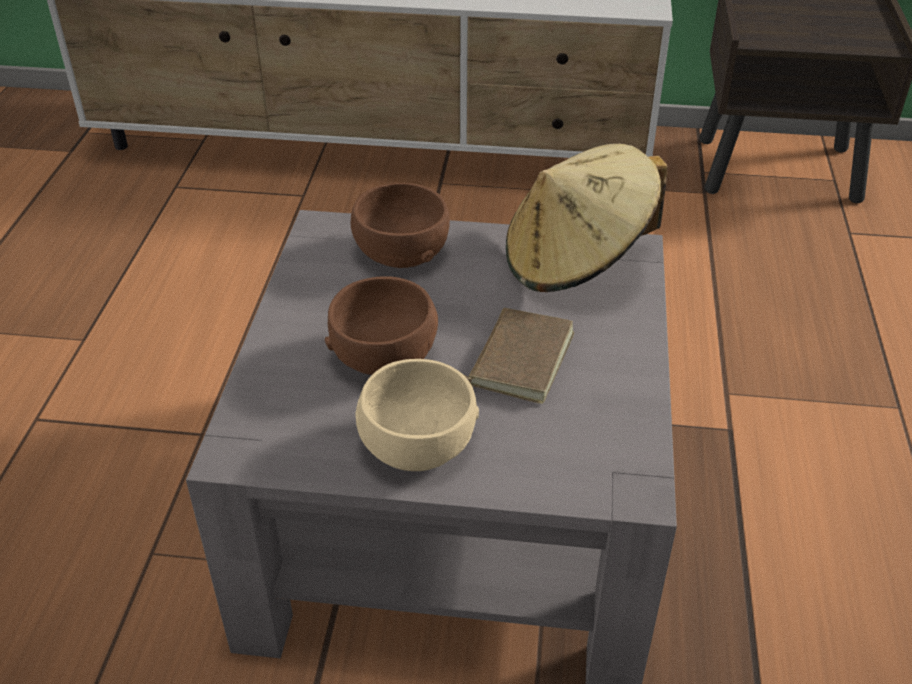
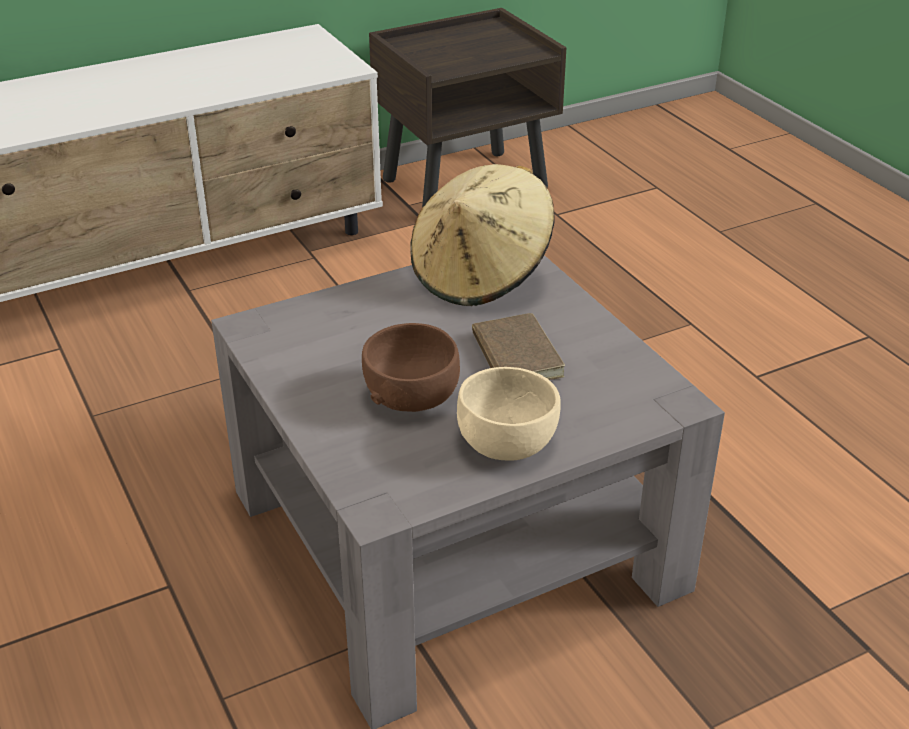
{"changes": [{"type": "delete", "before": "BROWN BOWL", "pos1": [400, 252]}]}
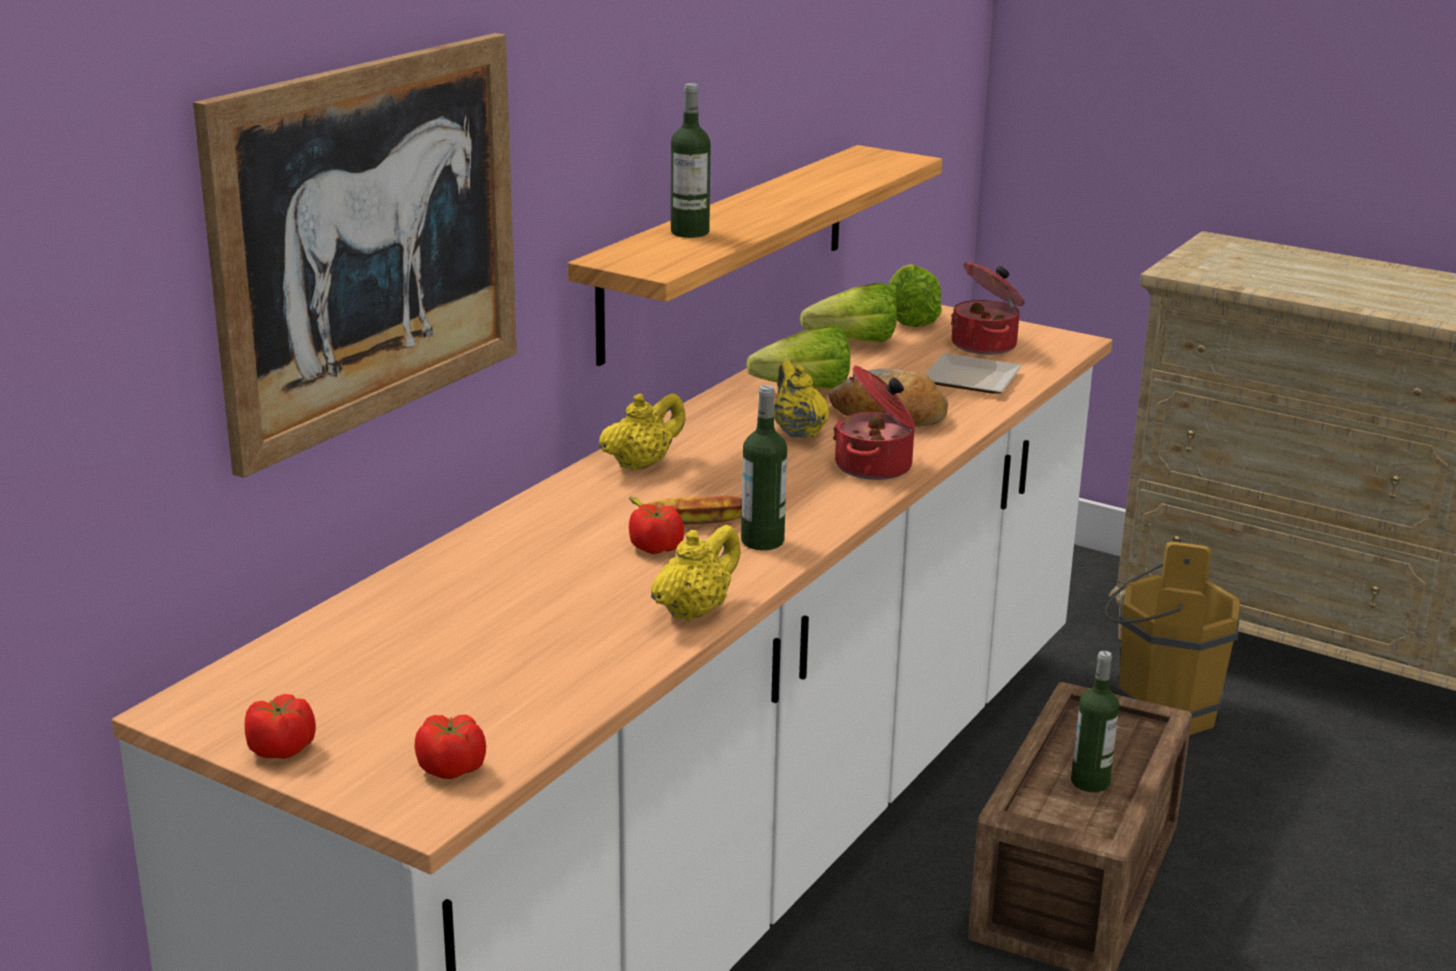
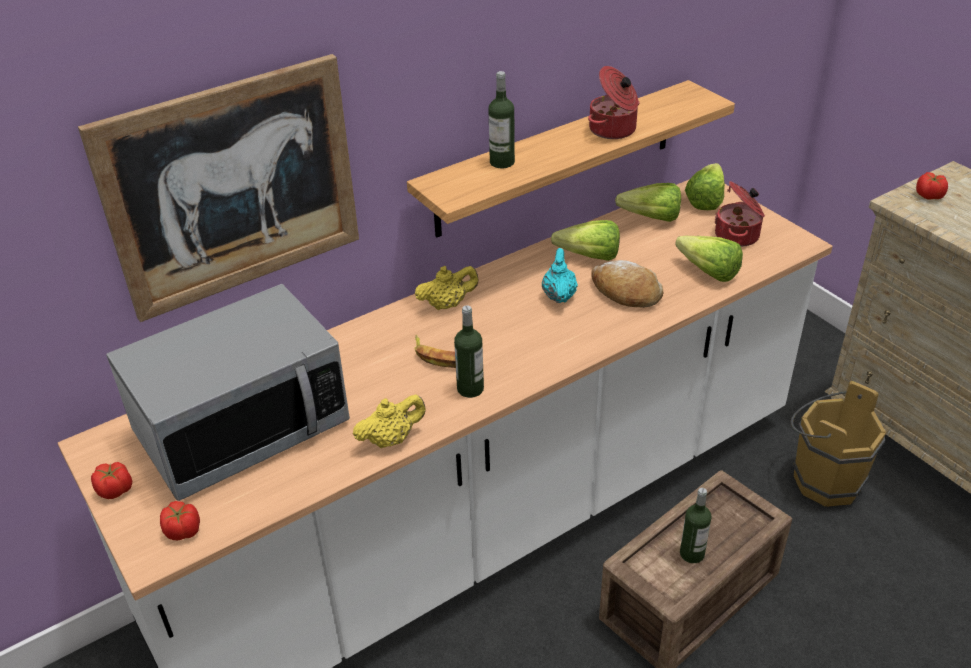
{"changes": [{"type": "replace", "before": "PLATE", "after": "LETTUCE", "pos1": [973, 381], "pos2": [704, 269]}, {"type": "recolor", "before": "YELLOW TEAPOT", "after": "TURQUOISE TEAPOT", "pos1": [798, 432], "pos2": [559, 295]}, {"type": "move", "before": "COOKING POT", "pos1": [875, 467], "pos2": [613, 130]}, {"type": "move", "before": "TOMATO", "pos1": [656, 548], "pos2": [929, 196]}, {"type": "insert", "after": "MICROWAVE", "pos2": [242, 428]}]}
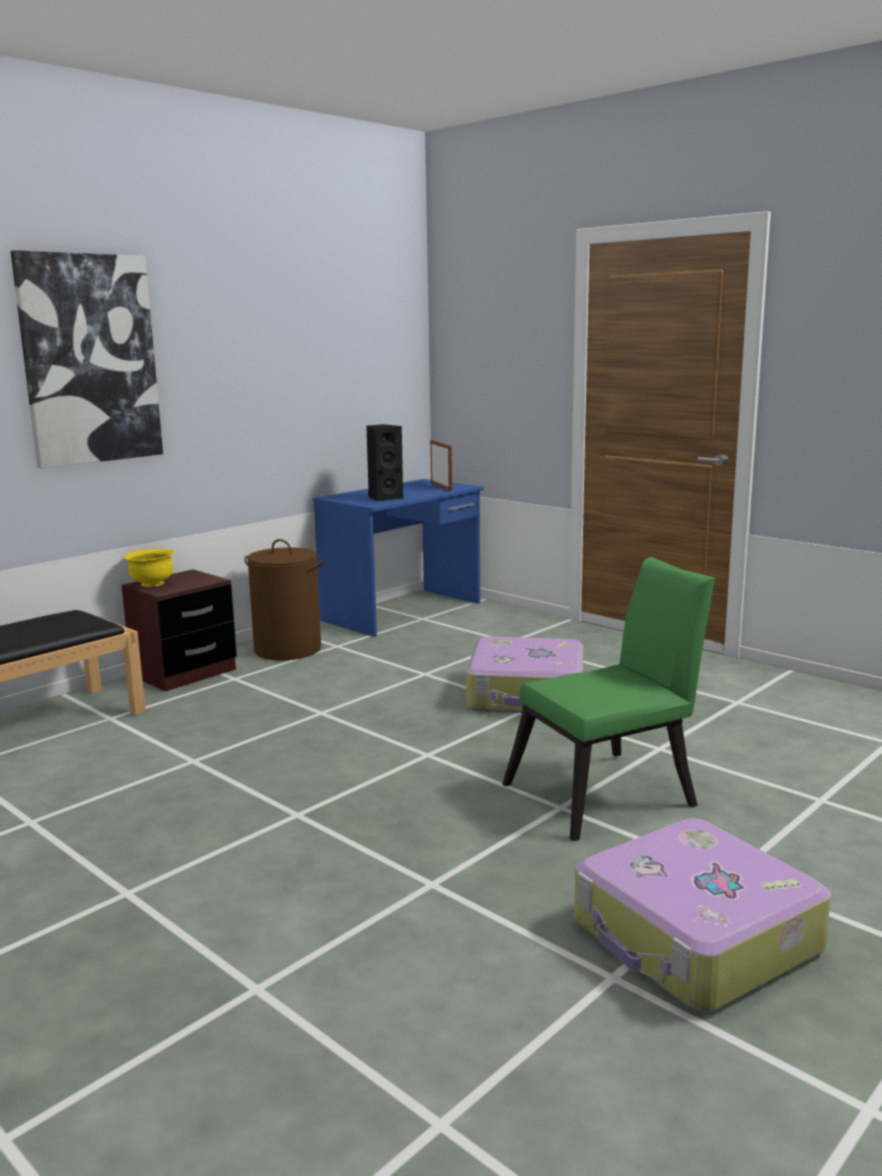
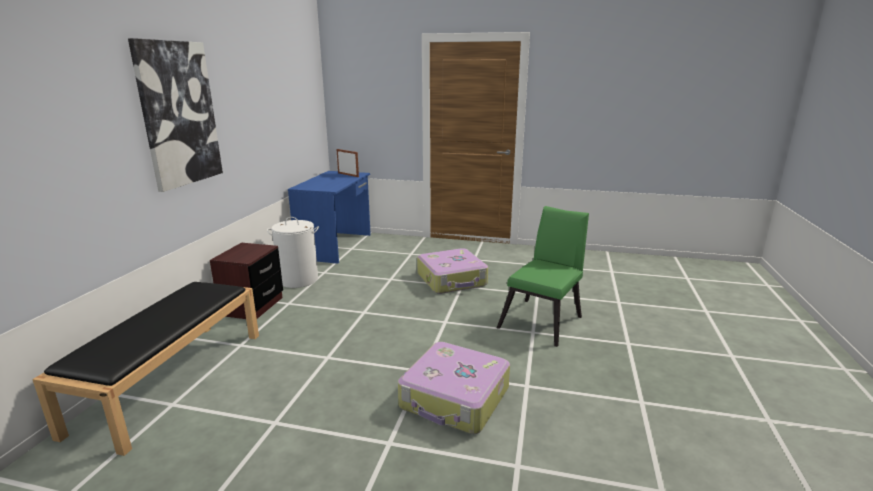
{"changes": [{"type": "delete", "before": "BLACK SPEAKER", "pos1": [384, 498]}, {"type": "recolor", "before": "BROWN LAUNDRY BASKET", "after": "WHITE LAUNDRY BASKET", "pos1": [288, 649], "pos2": [298, 280]}, {"type": "delete", "before": "YELLOW BOWL", "pos1": [152, 584]}, {"type": "move", "before": "SUITCASE", "pos1": [695, 938], "pos2": [455, 399]}]}
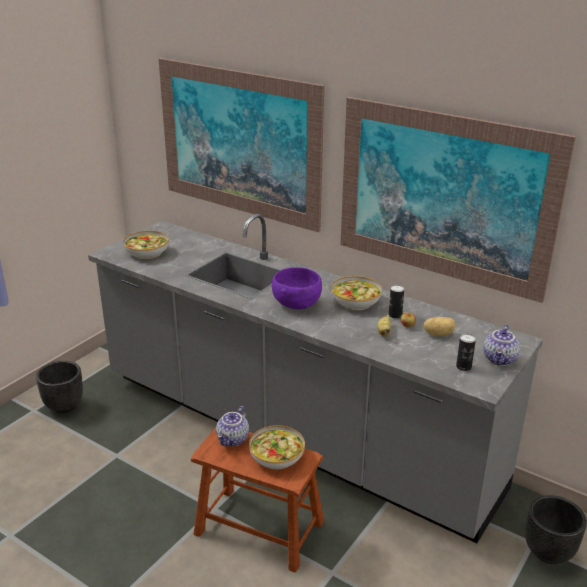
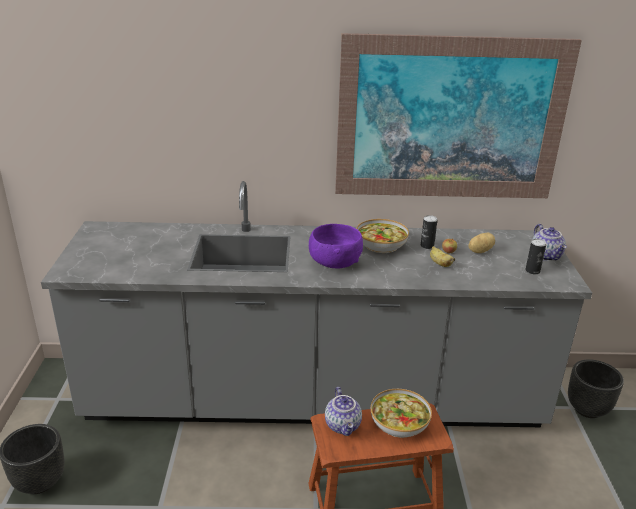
{"changes": [{"type": "delete", "before": "PICTURE", "pos1": [239, 143]}, {"type": "delete", "before": "BOWL", "pos1": [147, 252]}]}
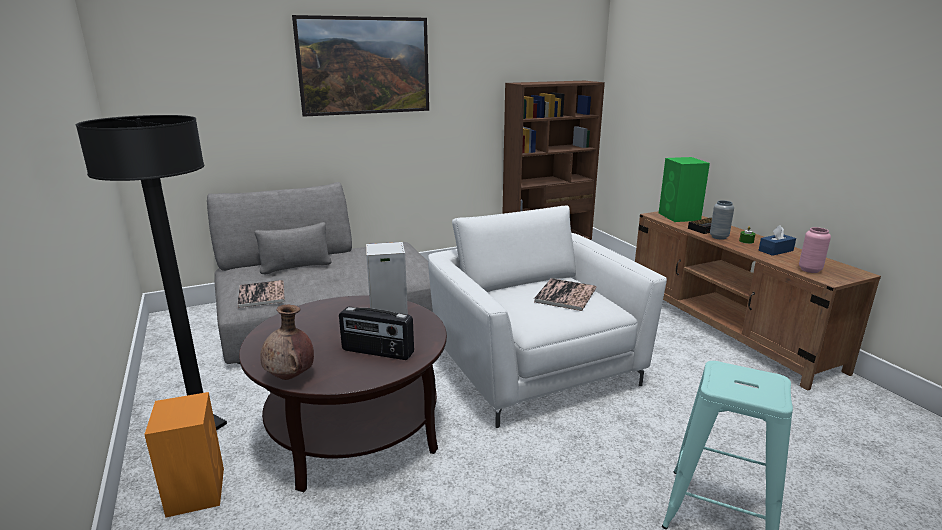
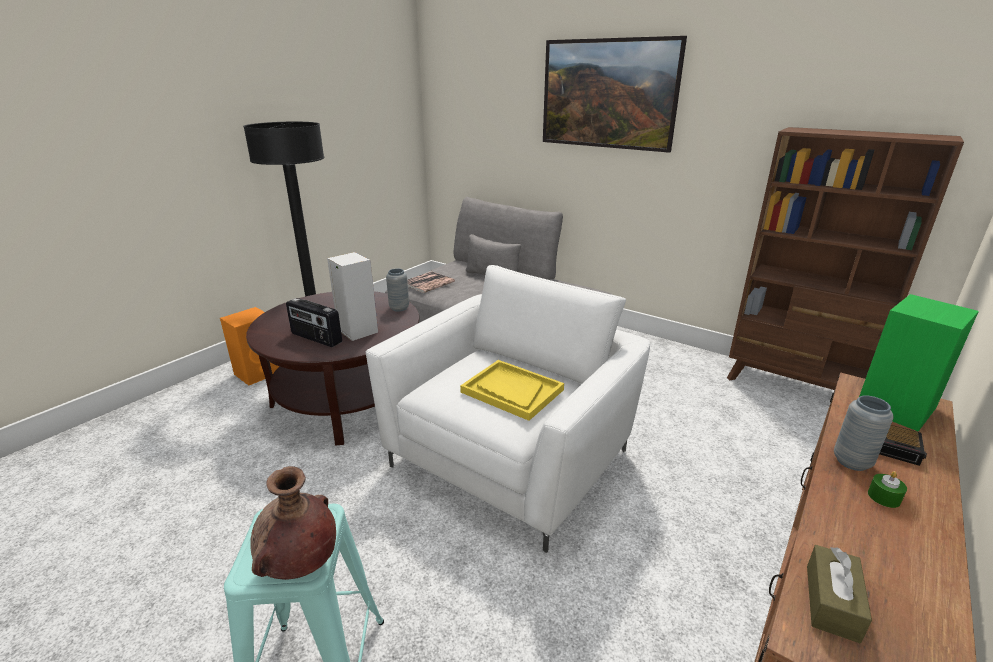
{"changes": [{"type": "delete", "before": "BLUE TISSUE BOX", "pos1": [775, 250]}, {"type": "replace", "before": "PINK VASE", "after": "BROWN TISSUE BOX", "pos1": [810, 270], "pos2": [831, 602]}, {"type": "replace", "before": "BOOK", "after": "YELLOW TRAY", "pos1": [565, 295], "pos2": [512, 391]}, {"type": "move", "before": "BROWN VASE", "pos1": [290, 377], "pos2": [299, 565]}, {"type": "rotate", "before": "RADIO", "pos1": [377, 352], "pos2": [316, 338], "turn": -45}, {"type": "insert", "after": "GREY VASE", "pos2": [399, 308]}]}
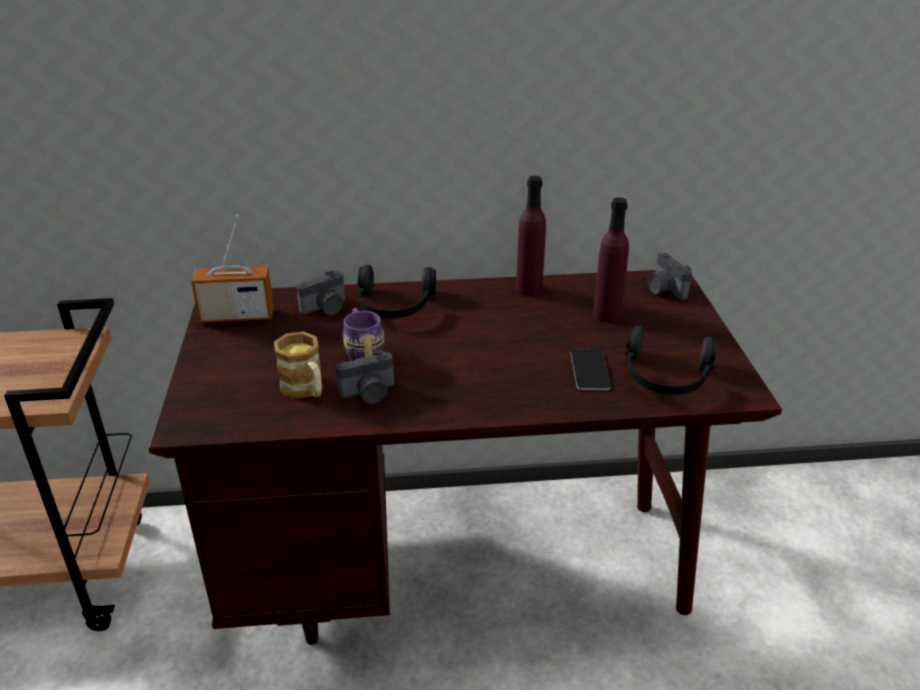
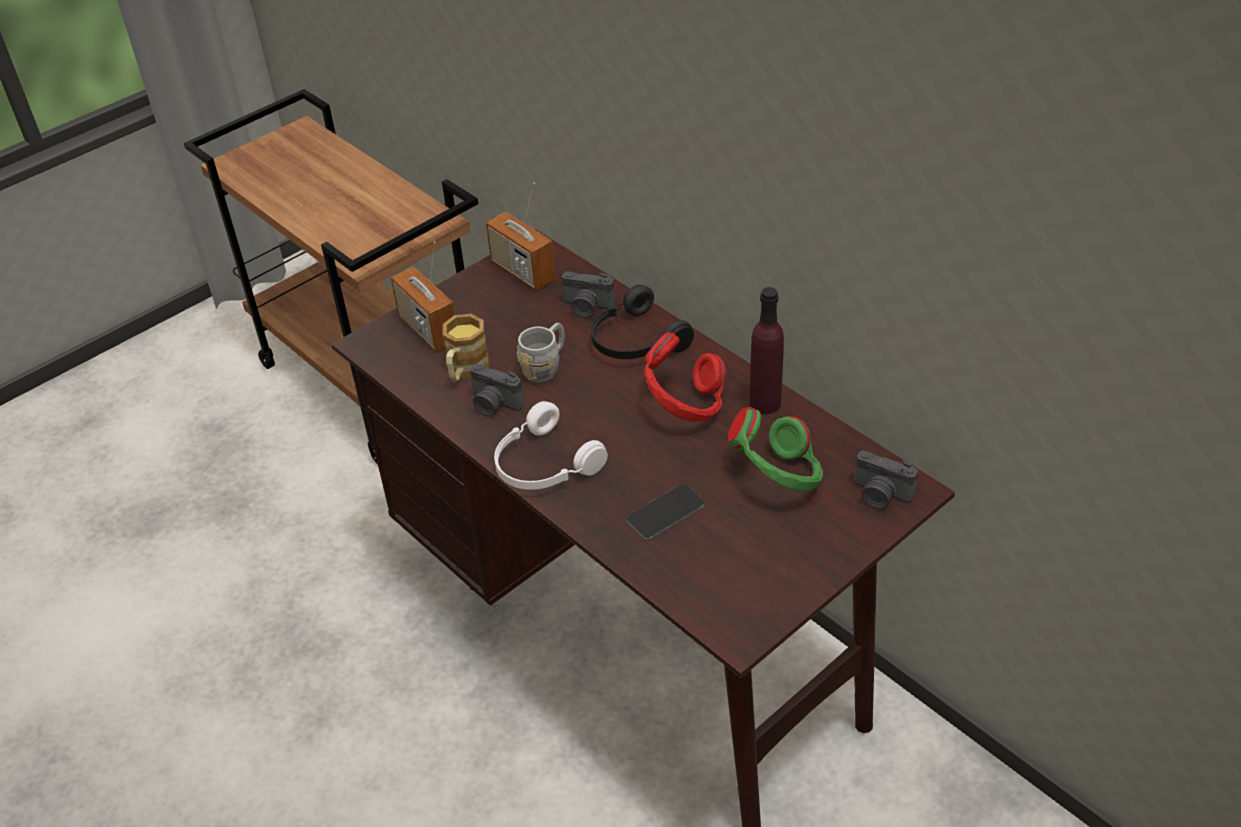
{"changes": [{"type": "replace", "before": "PURPLE BOTTLE", "after": "GREEN HEADPHONES", "pos1": [607, 315], "pos2": [778, 477]}, {"type": "rotate", "before": "PHOTO CAMERA", "pos1": [664, 290], "pos2": [880, 495], "turn": -90}, {"type": "recolor", "before": "PURPLE MUG", "after": "GREY MUG", "pos1": [362, 352], "pos2": [546, 367]}, {"type": "delete", "before": "BLACK HEADPHONES", "pos1": [665, 377]}, {"type": "insert", "after": "RADIO", "pos2": [428, 330]}, {"type": "insert", "after": "RED HEADPHONES", "pos2": [684, 405]}, {"type": "insert", "after": "WHITE HEADPHONES", "pos2": [543, 465]}]}
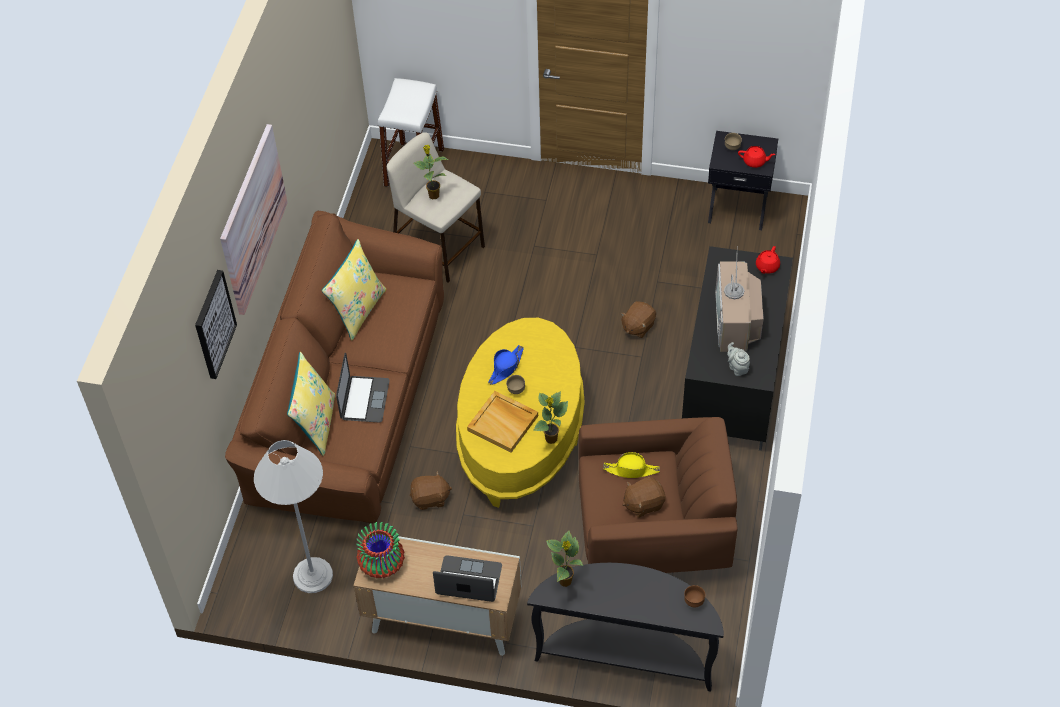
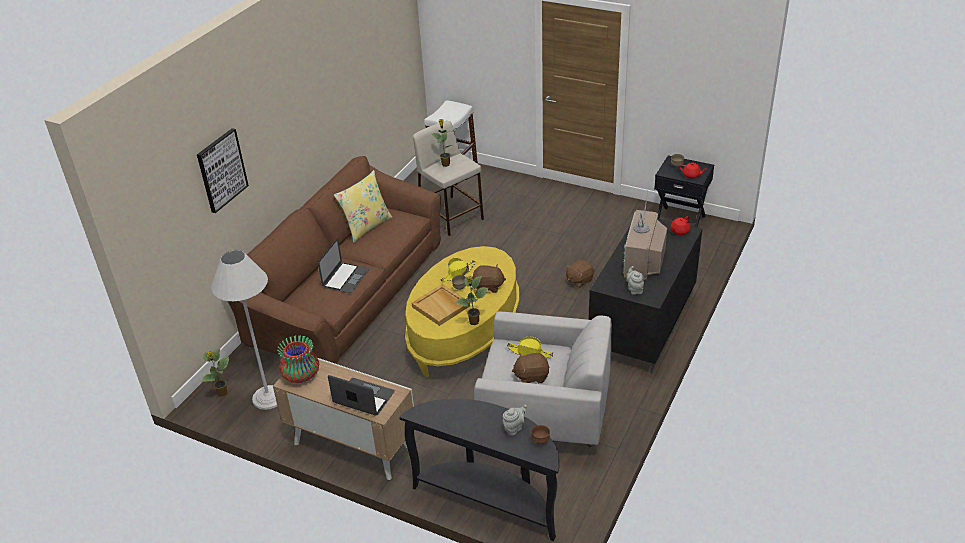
{"changes": [{"type": "delete", "before": "PICTURE", "pos1": [252, 219]}, {"type": "recolor", "before": "BLUE HAT", "after": "YELLOW HAT", "pos1": [506, 367], "pos2": [458, 273]}, {"type": "delete", "before": "YELLOW PILLOW", "pos1": [316, 424]}, {"type": "recolor", "before": "BROWN ARMCHAIR", "after": "WHITE ARMCHAIR", "pos1": [653, 529], "pos2": [545, 412]}, {"type": "move", "before": "BROWN PLUSH TOY", "pos1": [430, 498], "pos2": [488, 287]}, {"type": "move", "before": "POTTED PLANT", "pos1": [565, 582], "pos2": [222, 393]}, {"type": "insert", "after": "GREY TEAPOT", "pos2": [514, 428]}]}
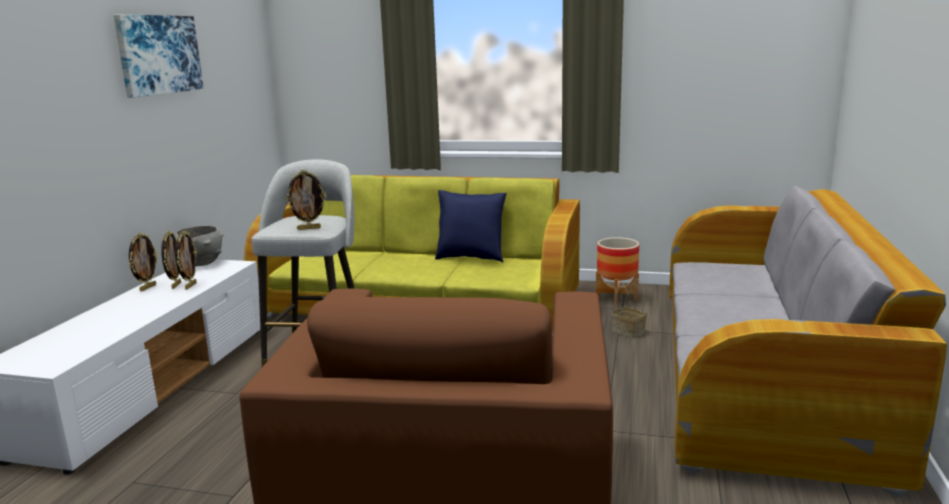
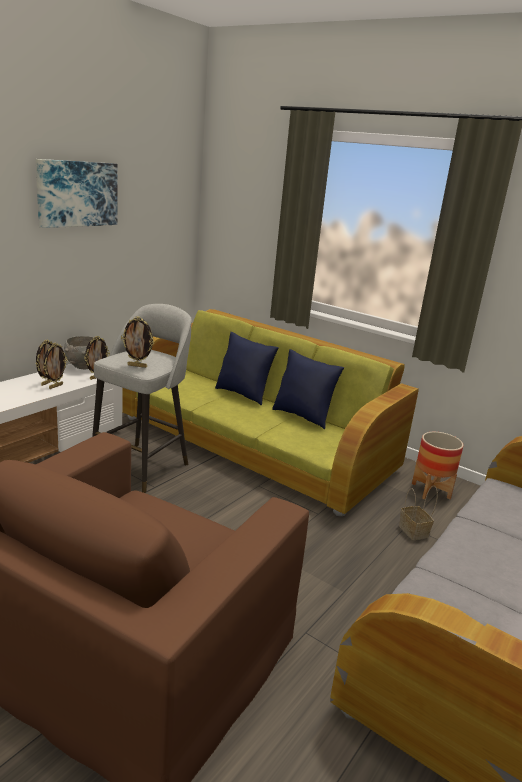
{"changes": [{"type": "move", "before": "PICTURE FRAME", "pos1": [147, 287], "pos2": [96, 377]}, {"type": "insert", "after": "BLUE PILLOW", "pos2": [243, 394]}]}
